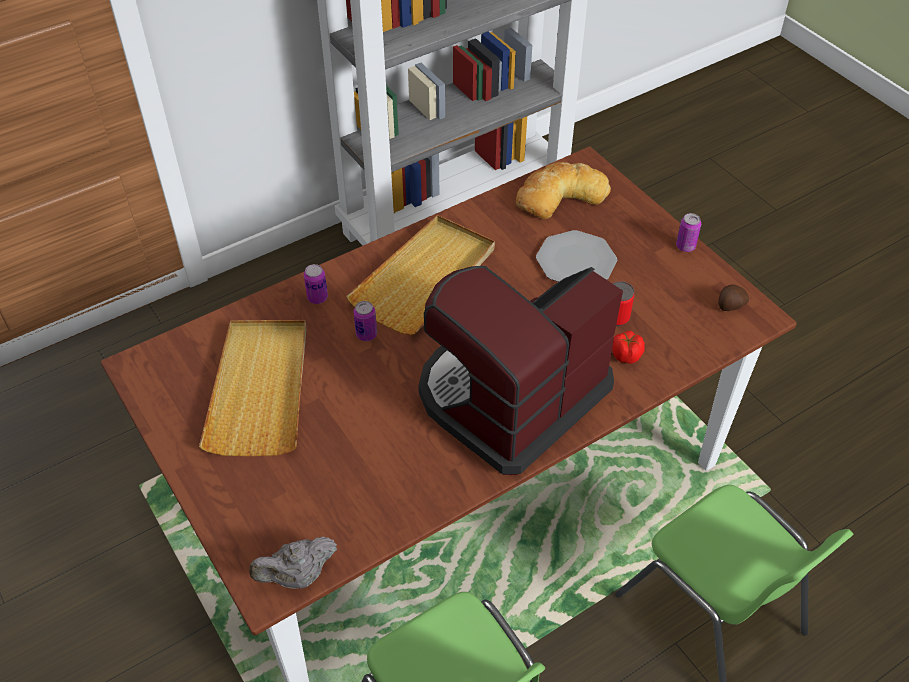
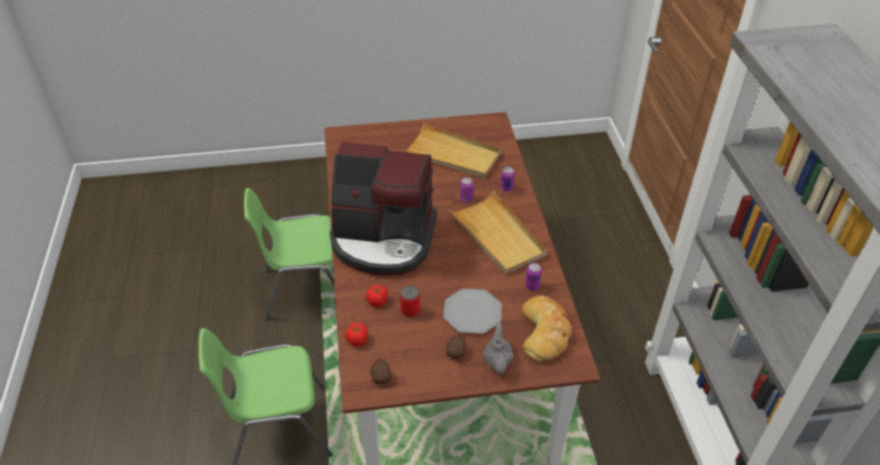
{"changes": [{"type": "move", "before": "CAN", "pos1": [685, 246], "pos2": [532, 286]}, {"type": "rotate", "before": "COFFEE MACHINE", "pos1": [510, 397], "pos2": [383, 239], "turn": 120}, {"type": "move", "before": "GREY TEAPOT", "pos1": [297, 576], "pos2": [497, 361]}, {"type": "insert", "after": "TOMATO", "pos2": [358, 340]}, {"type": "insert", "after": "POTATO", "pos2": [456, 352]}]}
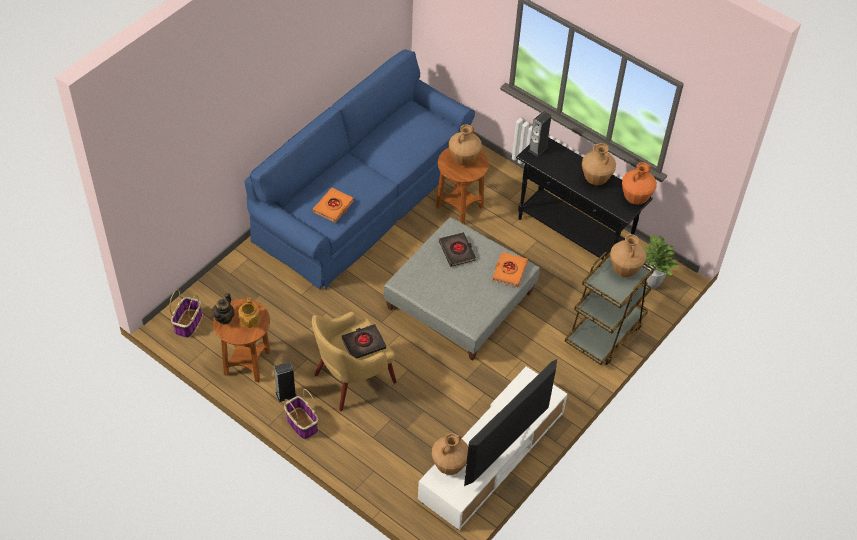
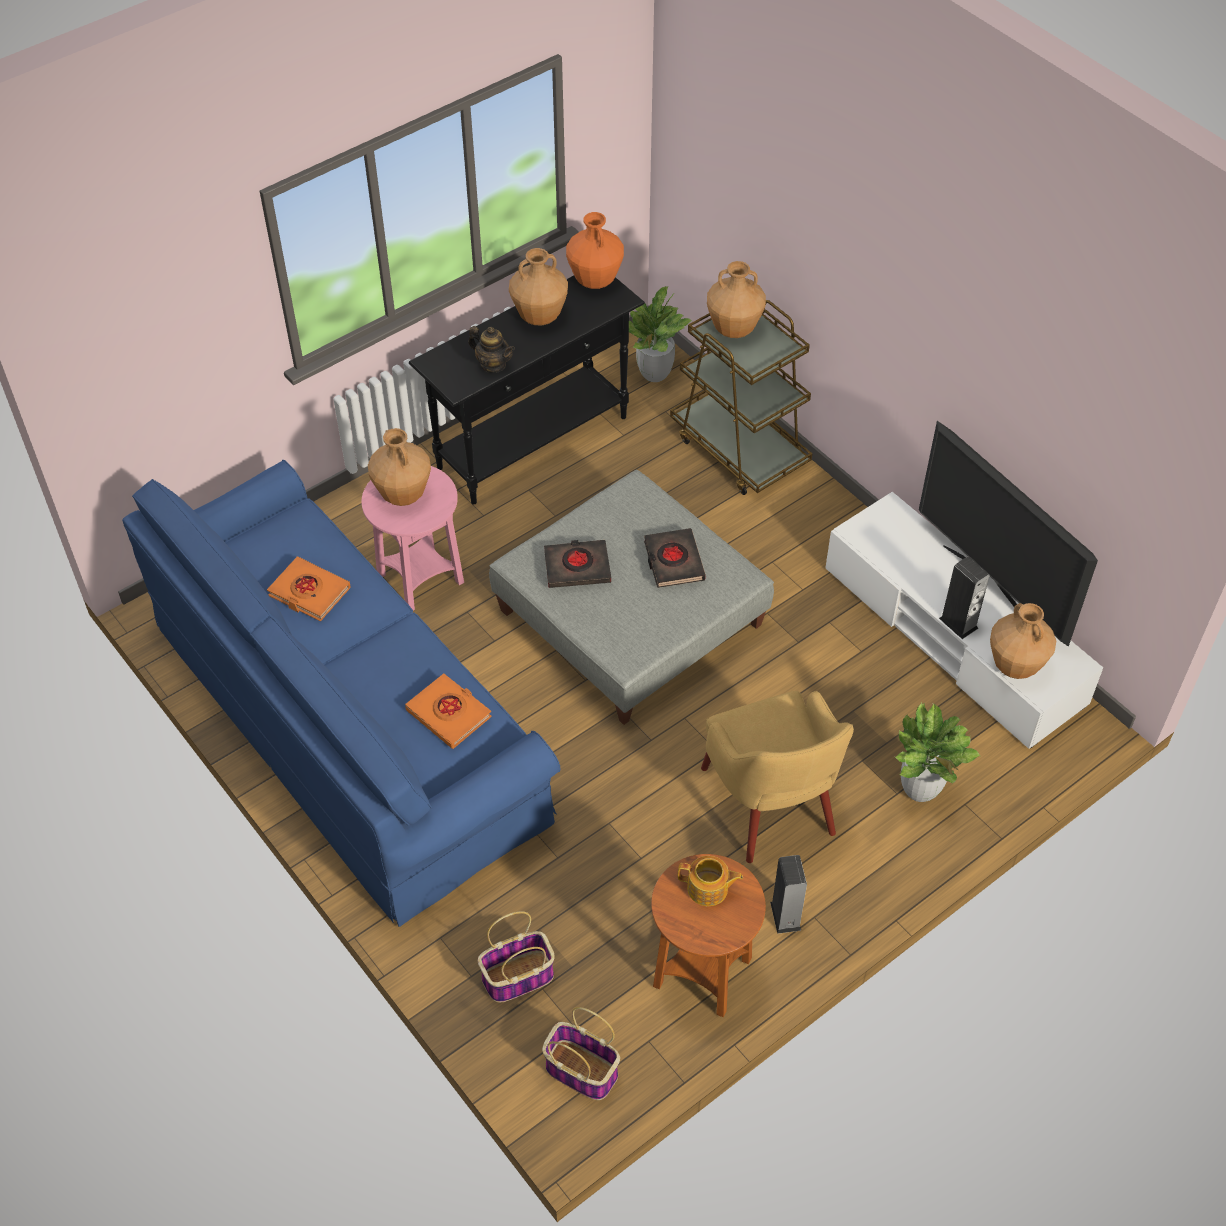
{"changes": [{"type": "move", "before": "SPEAKER", "pos1": [538, 148], "pos2": [958, 623]}, {"type": "recolor", "before": "BROWN SIDE TABLE", "after": "PINK SIDE TABLE", "pos1": [459, 207], "pos2": [420, 579]}, {"type": "move", "before": "ORANGE BOOK", "pos1": [509, 271], "pos2": [309, 592]}, {"type": "move", "before": "TEAPOT", "pos1": [224, 318], "pos2": [493, 365]}, {"type": "move", "before": "BLACK BOOK", "pos1": [363, 343], "pos2": [673, 561]}, {"type": "move", "before": "BASKET", "pos1": [301, 423], "pos2": [517, 977]}, {"type": "insert", "after": "POTTED PLANT", "pos2": [920, 790]}]}
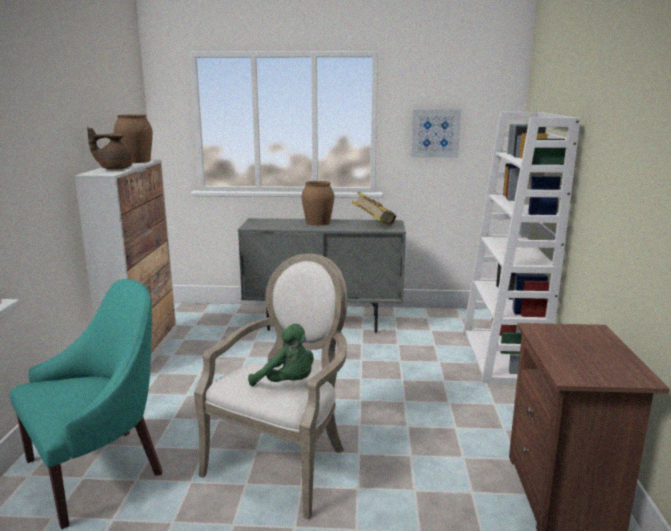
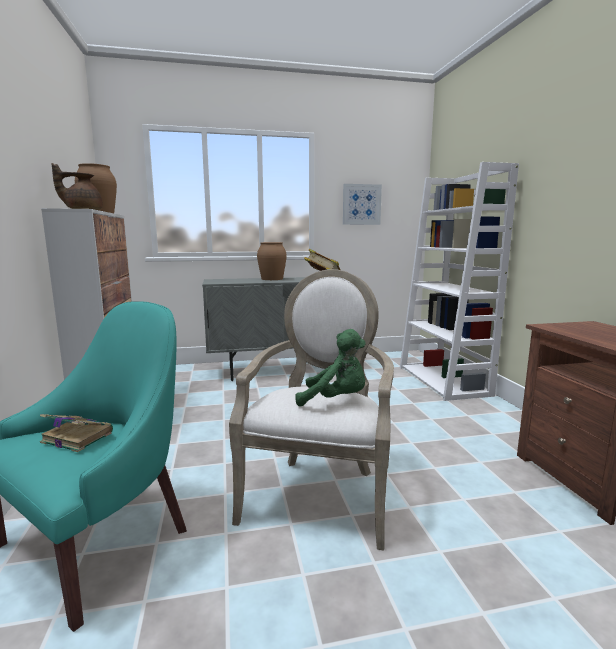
{"changes": [{"type": "insert", "after": "BOOK", "pos2": [76, 437]}]}
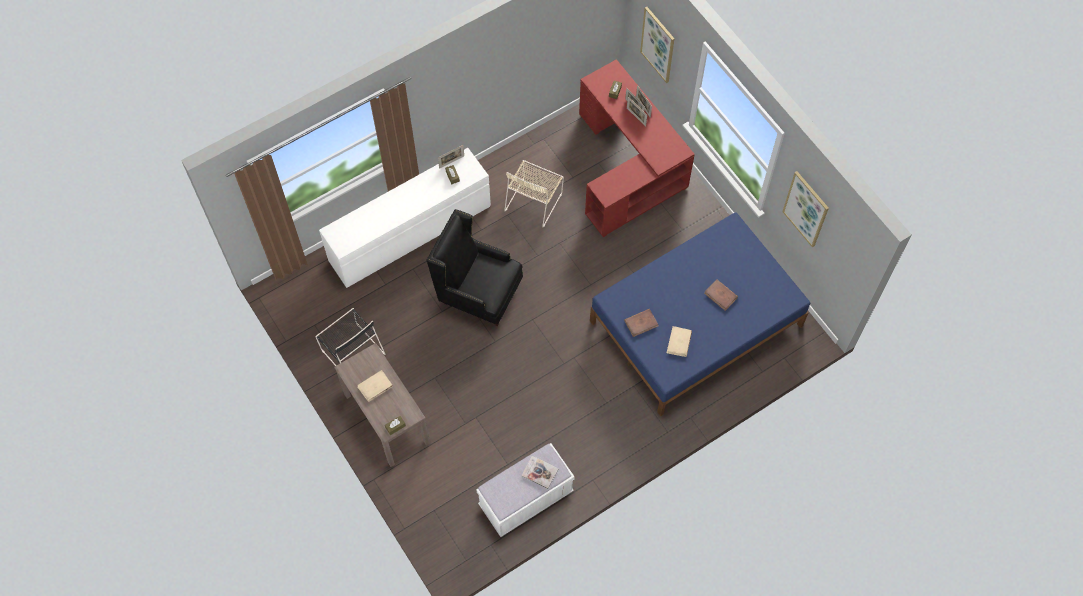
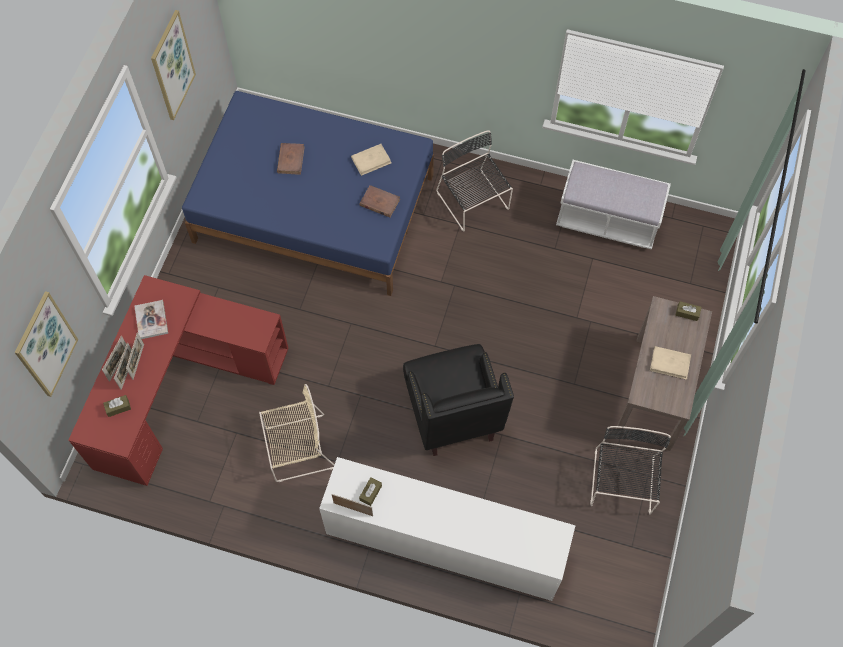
{"changes": [{"type": "move", "before": "BOOK", "pos1": [540, 472], "pos2": [151, 320]}, {"type": "insert", "after": "BLACK CHAIR", "pos2": [473, 202]}]}
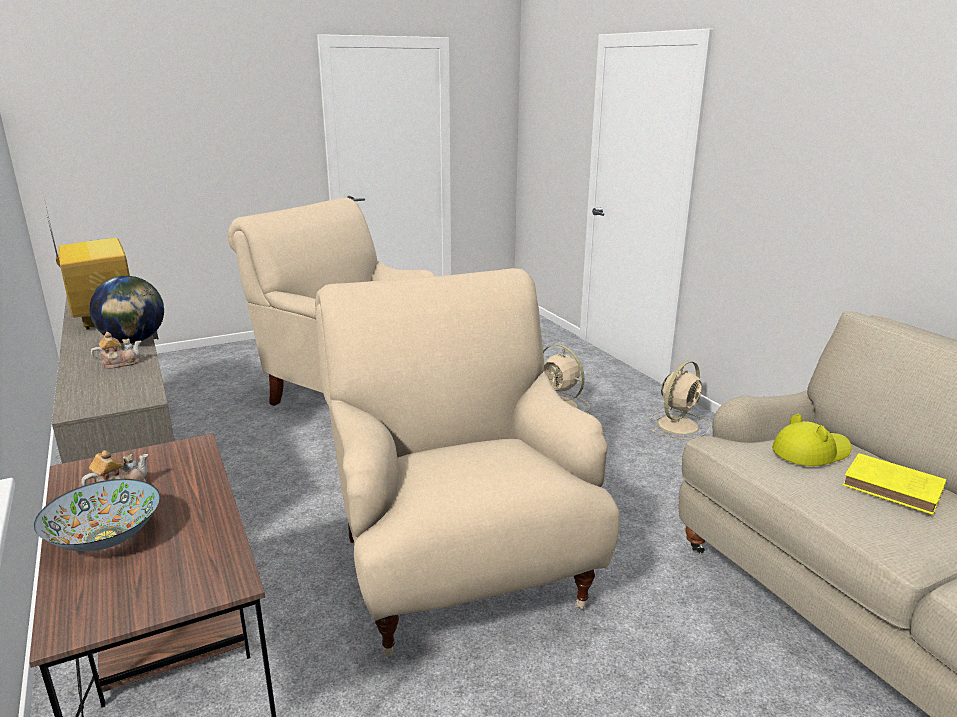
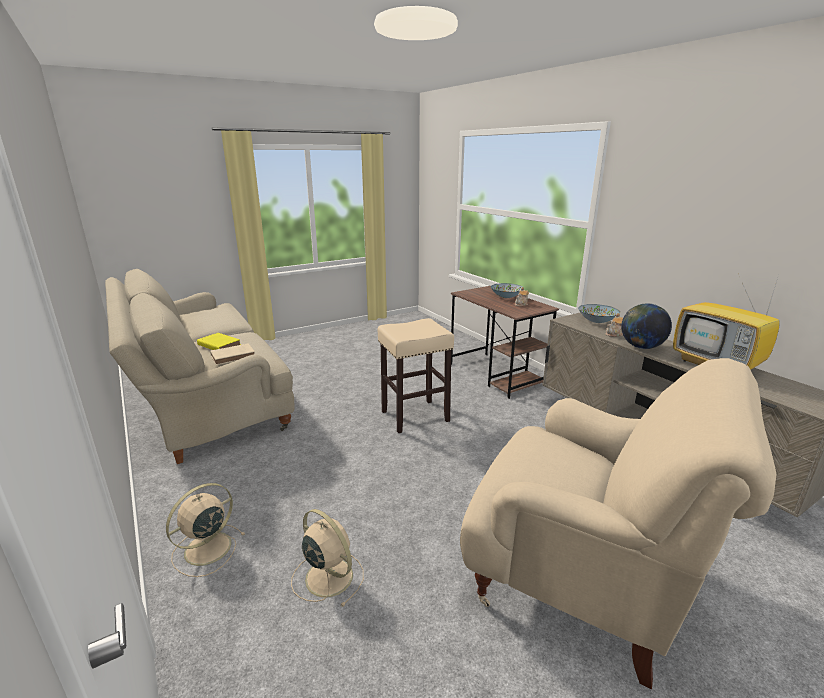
{"changes": [{"type": "replace", "before": "BEIGE ARMCHAIR", "after": "BEIGE STOOL", "pos1": [458, 569], "pos2": [414, 416]}, {"type": "replace", "before": "YELLOW HAT", "after": "BEIGE BOOK", "pos1": [810, 451], "pos2": [234, 356]}, {"type": "insert", "after": "BOWL", "pos2": [597, 321]}]}
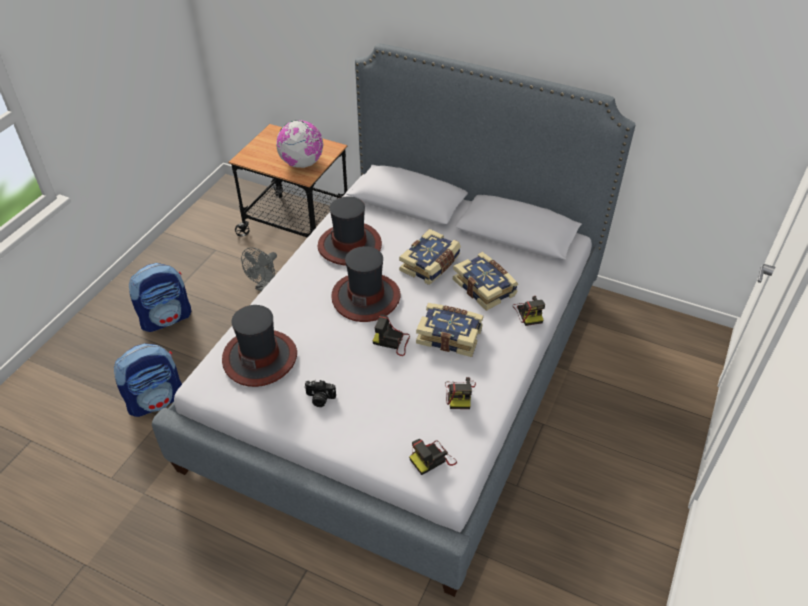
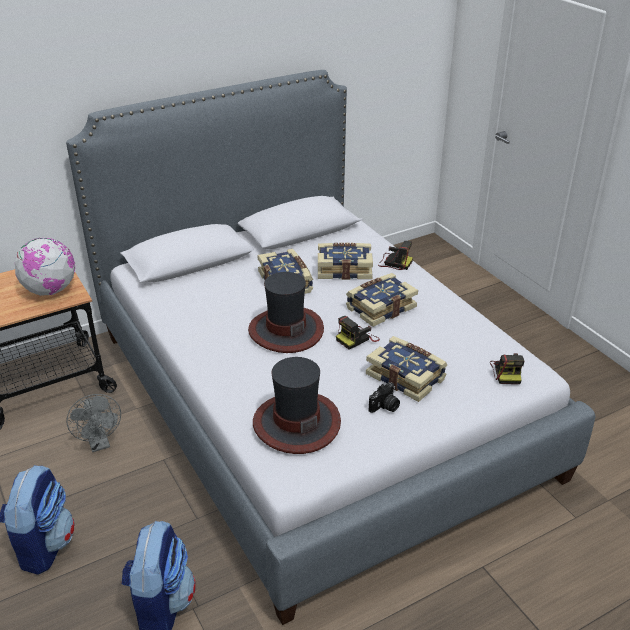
{"changes": [{"type": "delete", "before": "HAT", "pos1": [350, 245]}, {"type": "delete", "before": "PHOTO CAMERA", "pos1": [460, 394]}, {"type": "insert", "after": "BOOK", "pos2": [406, 376]}]}
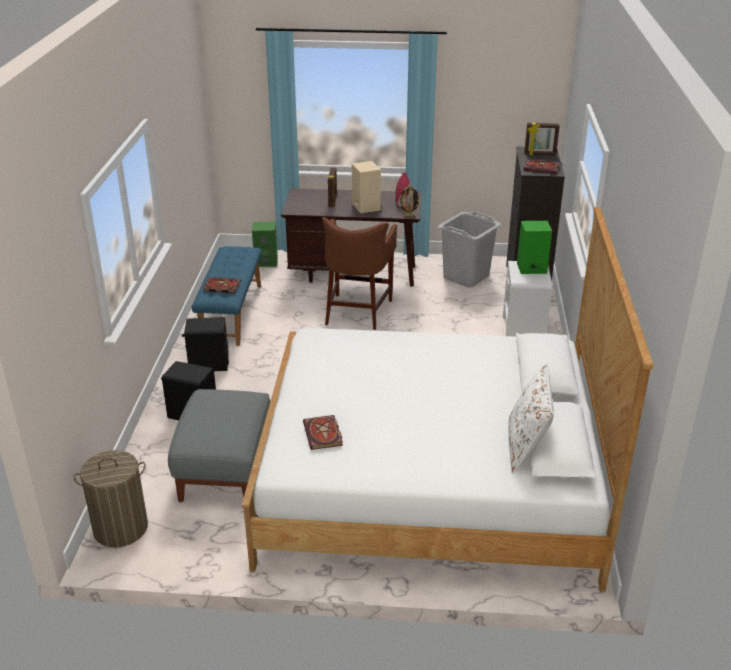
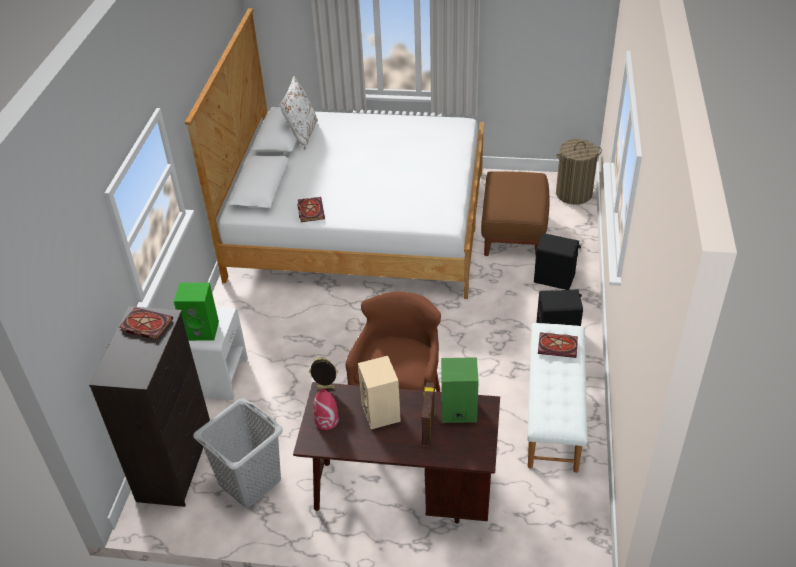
{"changes": [{"type": "delete", "before": "PICTURE FRAME", "pos1": [540, 154]}, {"type": "move", "before": "GREEN SPEAKER", "pos1": [266, 261], "pos2": [458, 411]}, {"type": "recolor", "before": "BLUE BENCH", "after": "WHITE BENCH", "pos1": [231, 313], "pos2": [554, 412]}, {"type": "recolor", "before": "GREY OTTOMAN", "after": "BROWN OTTOMAN", "pos1": [224, 469], "pos2": [513, 232]}, {"type": "move", "before": "BOOK", "pos1": [324, 435], "pos2": [310, 210]}]}
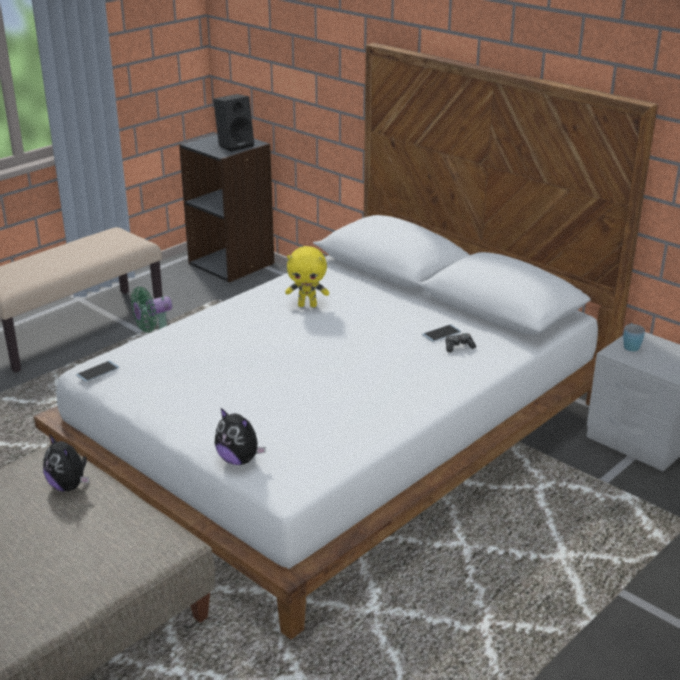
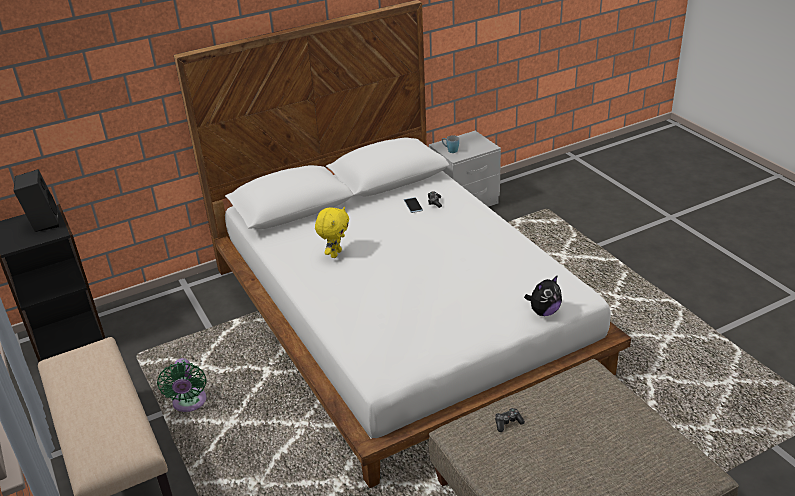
{"changes": [{"type": "delete", "before": "PHONE", "pos1": [97, 371]}, {"type": "replace", "before": "PLUSH TOY", "after": "GAME CONTROLLER", "pos1": [69, 486], "pos2": [508, 423]}]}
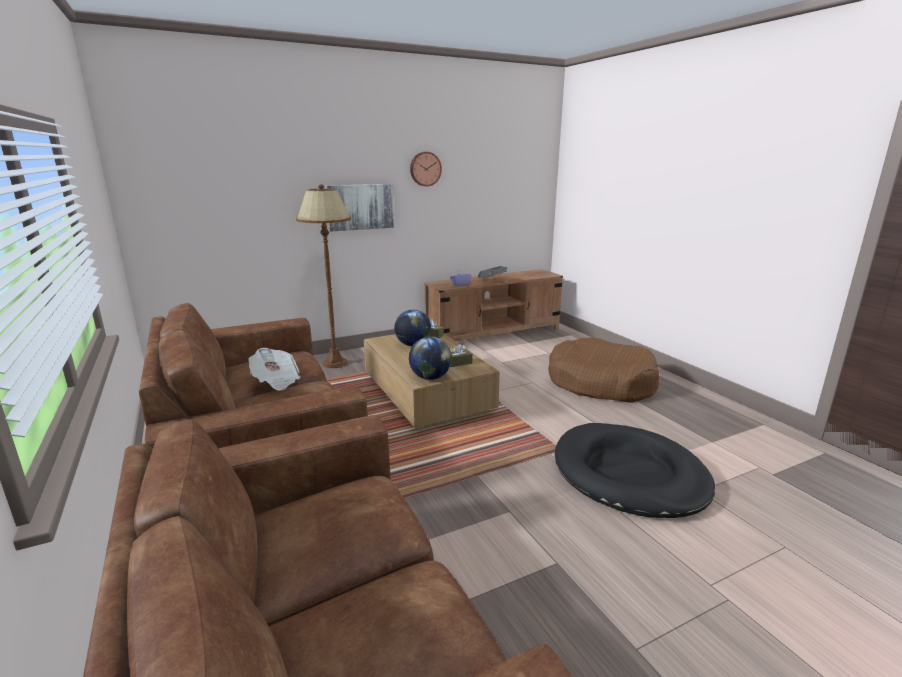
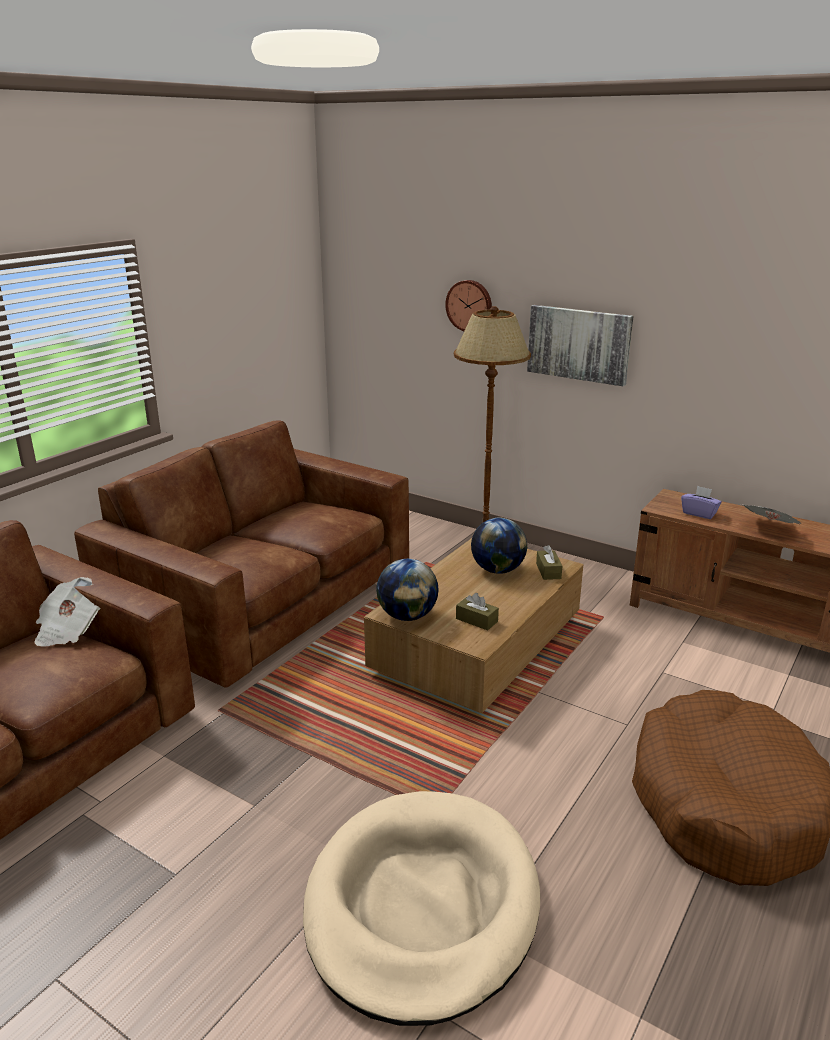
{"changes": [{"type": "move", "before": "WALL CLOCK", "pos1": [425, 169], "pos2": [469, 305]}, {"type": "move", "before": "NEWSPAPER", "pos1": [276, 381], "pos2": [69, 629]}, {"type": "recolor", "before": "BLACK DOG BED", "after": "BEIGE DOG BED", "pos1": [629, 474], "pos2": [421, 906]}]}
